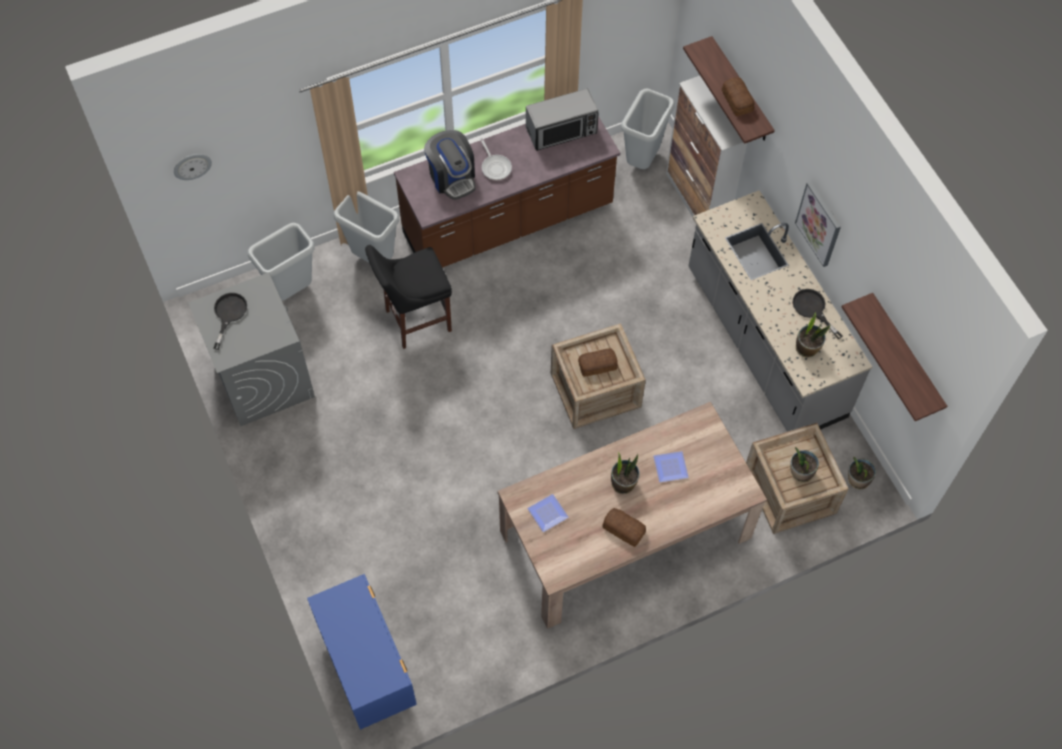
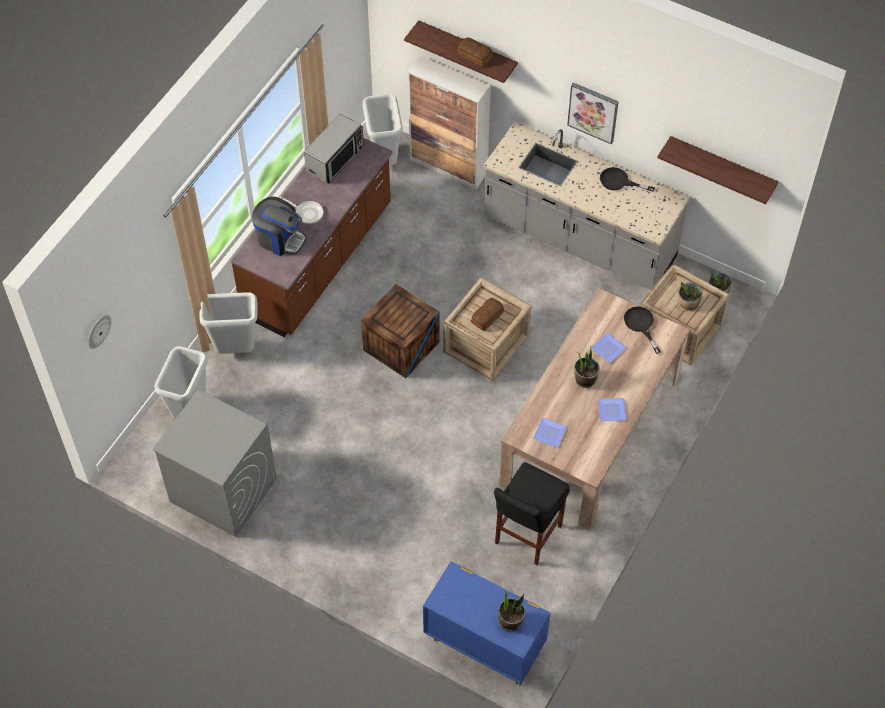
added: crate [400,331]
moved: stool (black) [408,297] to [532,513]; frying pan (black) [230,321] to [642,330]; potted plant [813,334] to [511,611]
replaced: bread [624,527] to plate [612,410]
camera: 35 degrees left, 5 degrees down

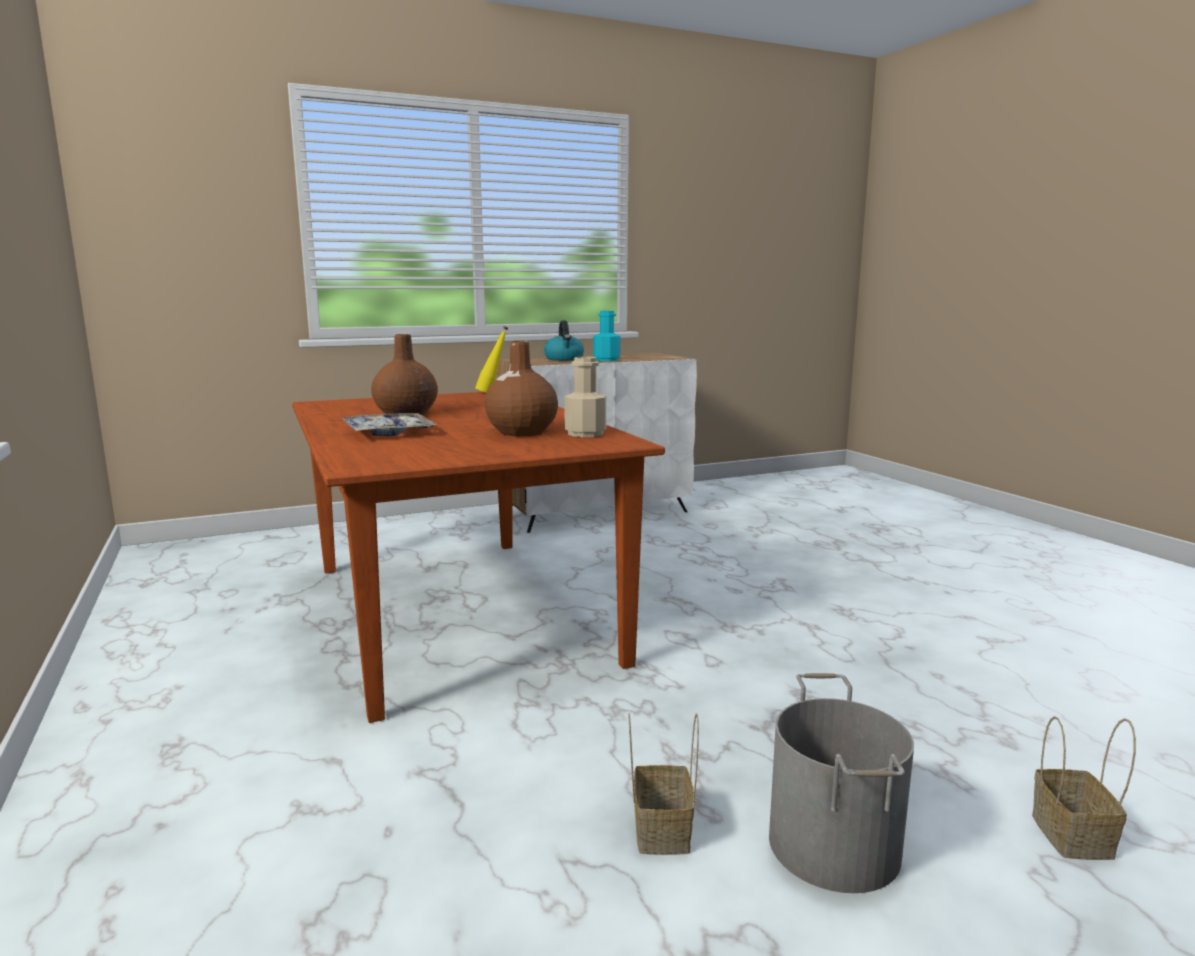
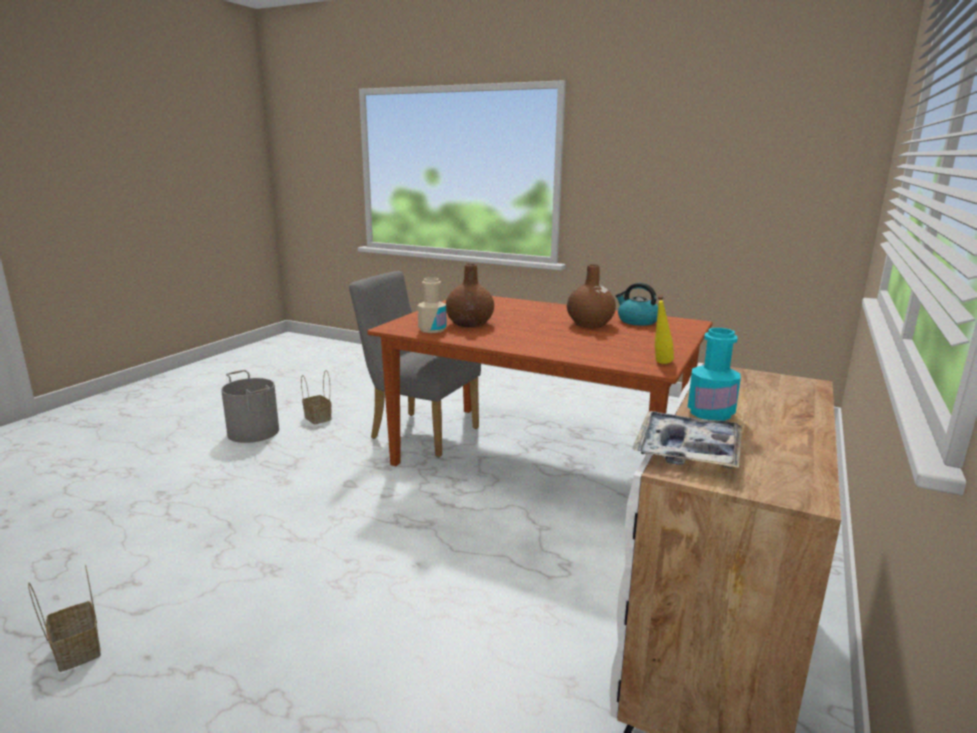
added: chair (grey) [415,364]
moved: kettle [564,340] to [637,304]; tray [389,424] to [687,439]; basket [1084,788] to [64,618]
camera: 140 degrees right, 5 degrees up

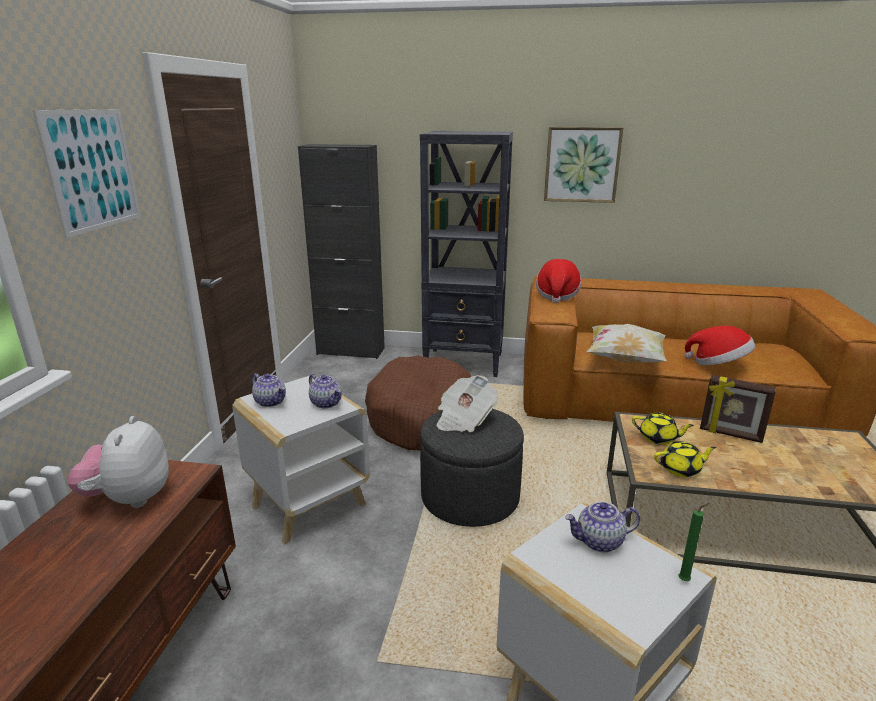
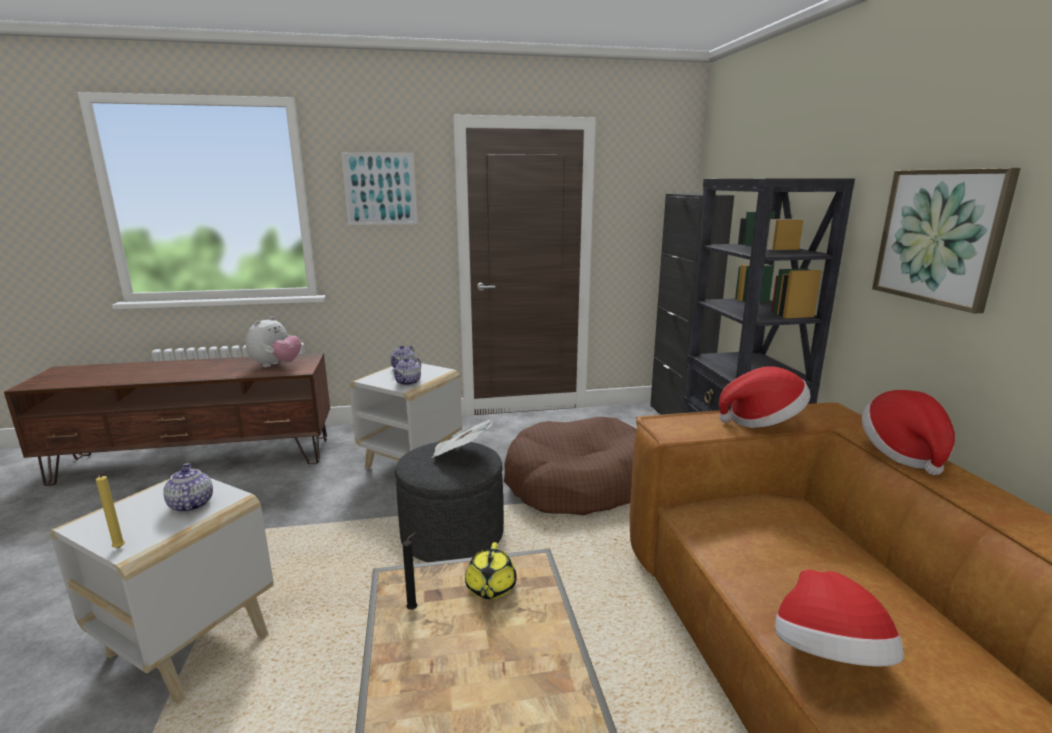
removed: pillow [626,343]; picture frame [738,409]
added: hat [908,432]
replaced: teapot (yellow) [685,459] to candle (black) [410,571]
recoloured: candle (green) [694,542] to candle (yellow) [110,510]
turned: plush toy [118,462] = [273,341] 135 degrees clockwise
camera: 70 degrees right, 5 degrees down

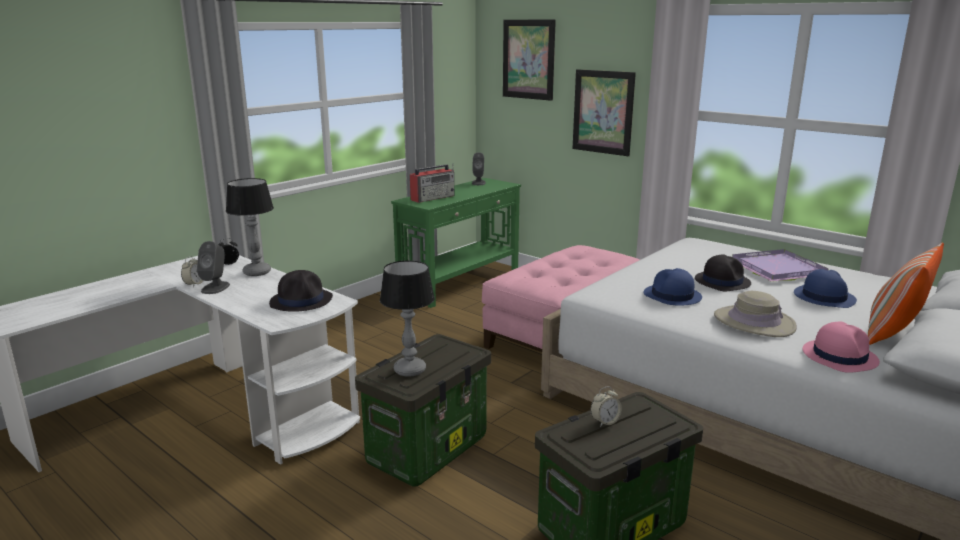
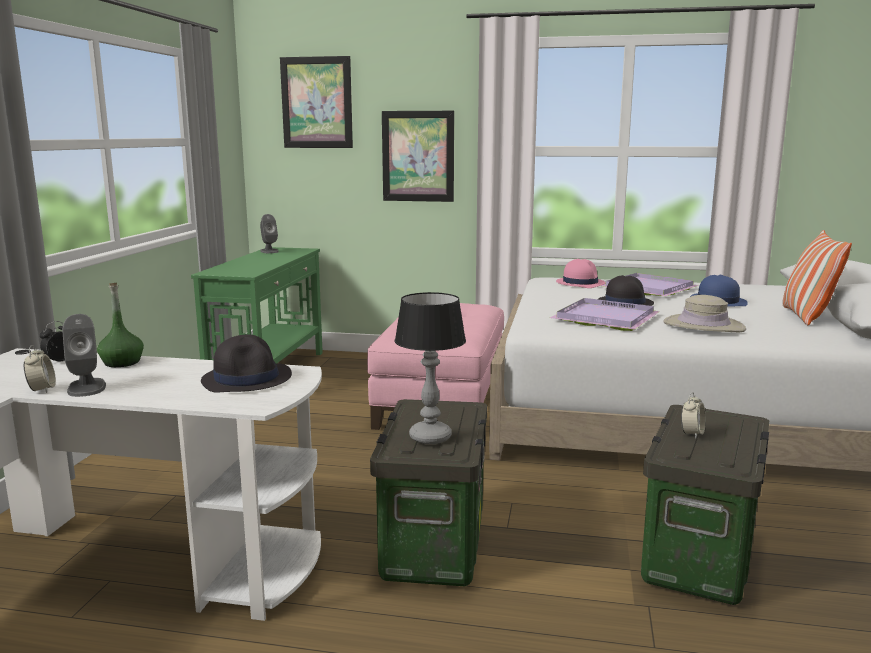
removed: radio [432,183]
moved: hat (pink) [841,347] to [581,273]
replaced: table lamp [250,227] to bottle (green) [120,325]; hat (blue) [673,287] to tray (purple) [605,314]
camera: 30 degrees left, 5 degrees down

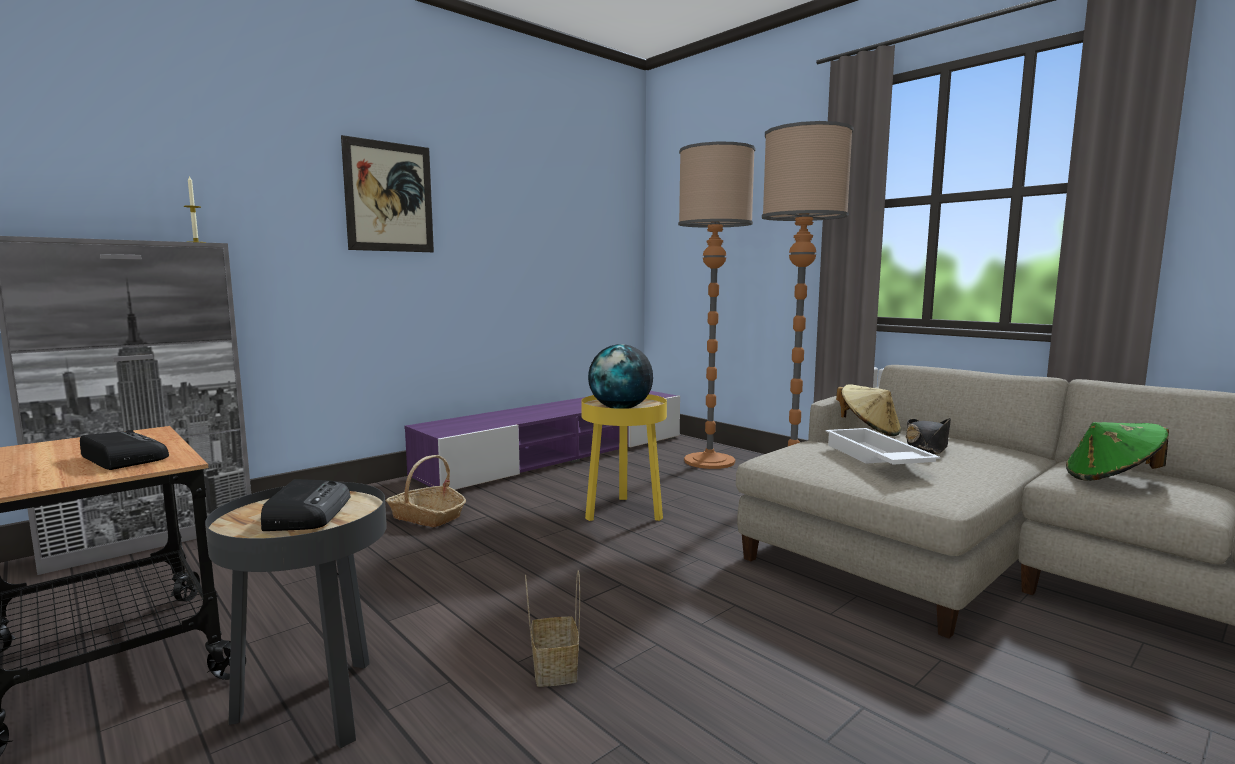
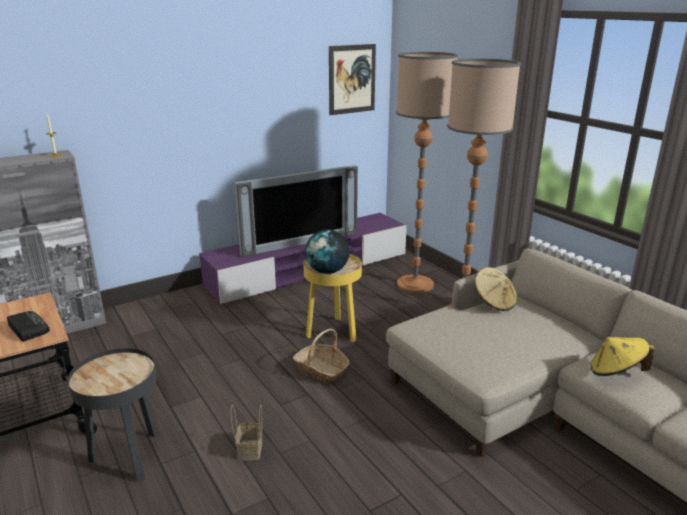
removed: hat (black) [928,436]; tray (white) [883,446]; radio [305,505]
added: television [296,211]
moved: picture [387,193] to [352,79]; basket [426,491] to [321,355]
recoloured: hat (green) [1117,451] to hat (yellow) [622,356]
camera: 10 degrees right, 15 degrees up

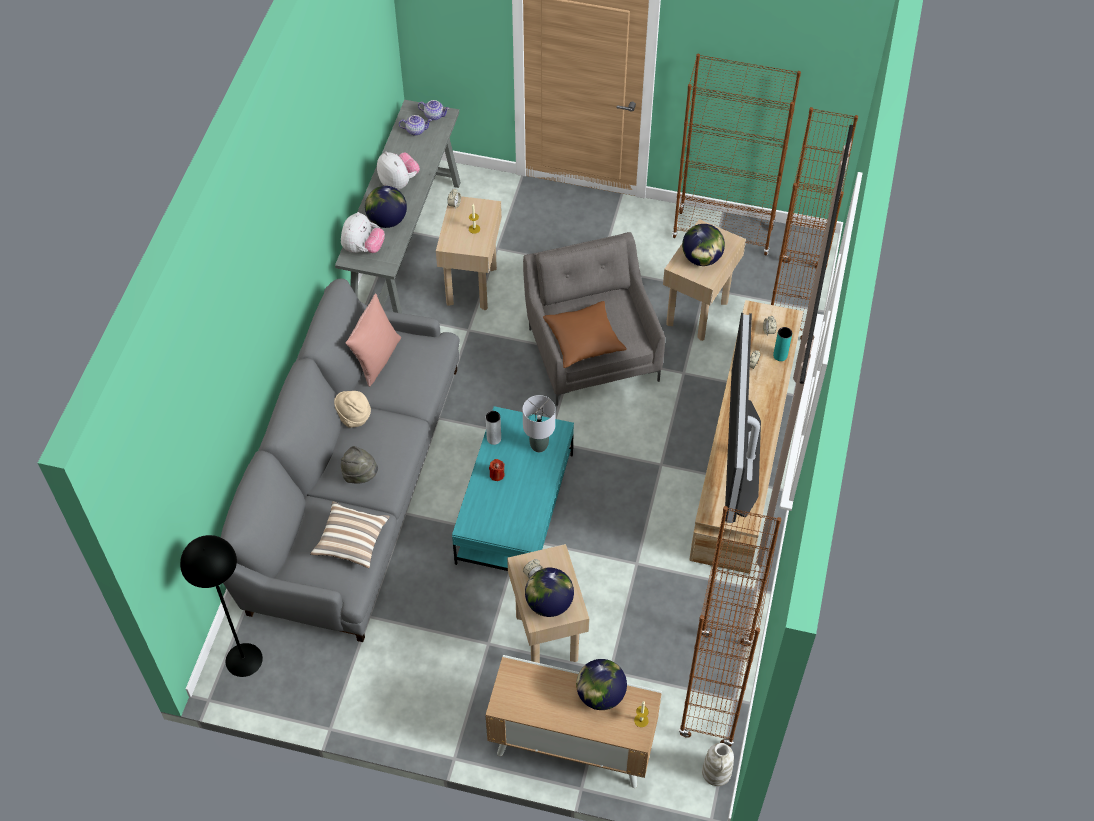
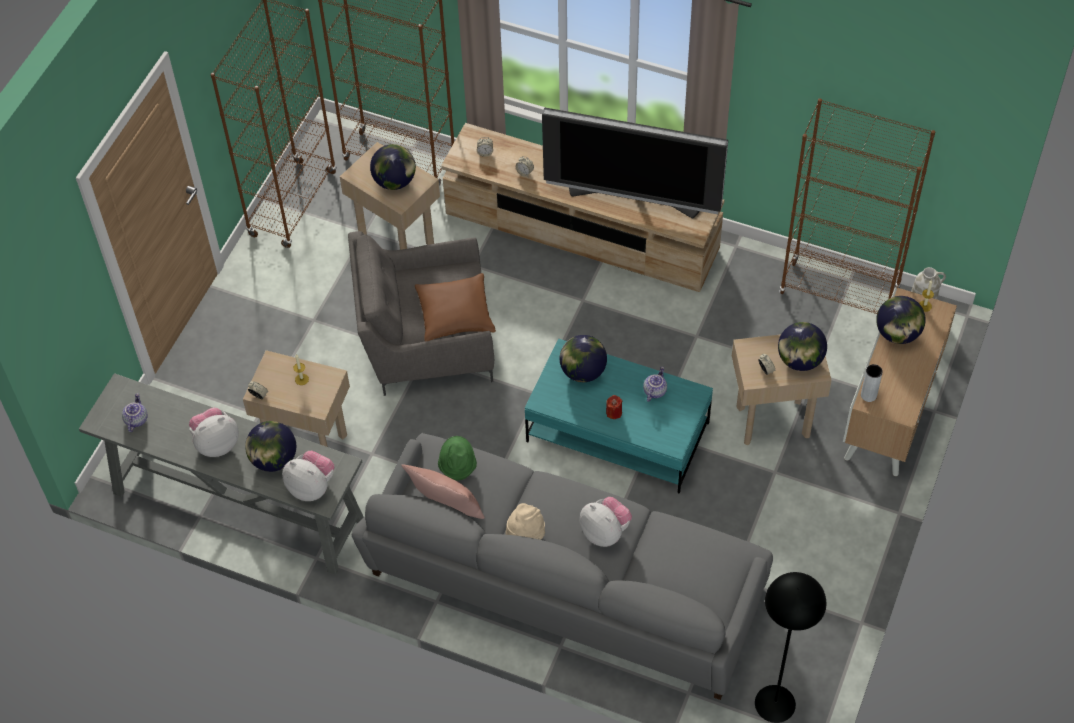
removed: vase (turquoise) [782,344]; pillow [350,534]
added: hat (green) [457,458]
moved: teapot [433,110] to [655,384]; vase (grey) [493,428] to [872,383]
replaced: table lamp (grey) [539,423] to globe [583,358]; hat (grey) [359,465] to plush toy [605,522]
camera: 80 degrees left, 0 degrees up

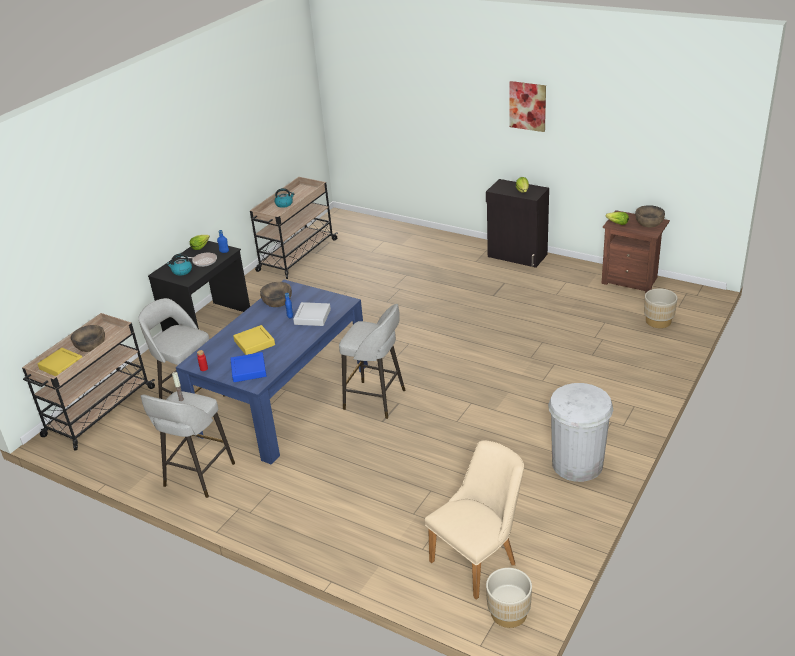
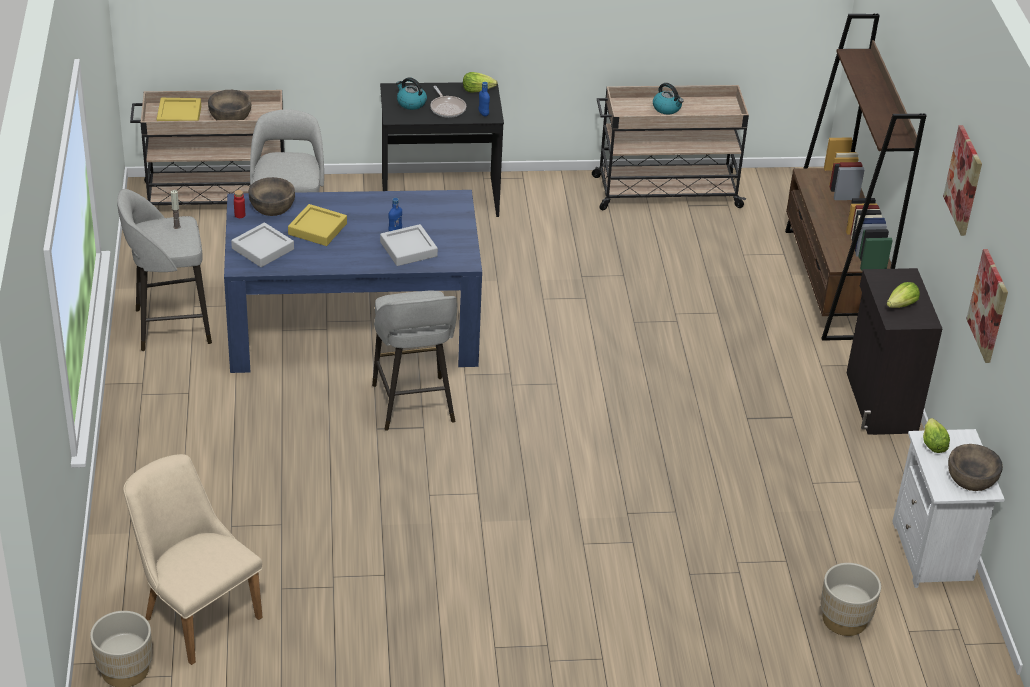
removed: trash can (white) [580,432]
added: bookcase (brown) [856,177]; picture [987,306]
moved: bowl (brown) [276,294] to [272,196]
recoloured: nightstand (brown) [635,251] to nightstand (white) [948,508]; tray (blue) [248,367] to tray (grey) [262,244]
turned: chair (beige) [474,520] = [193,559] 150 degrees counterclockwise
camera: 50 degrees right, 5 degrees up

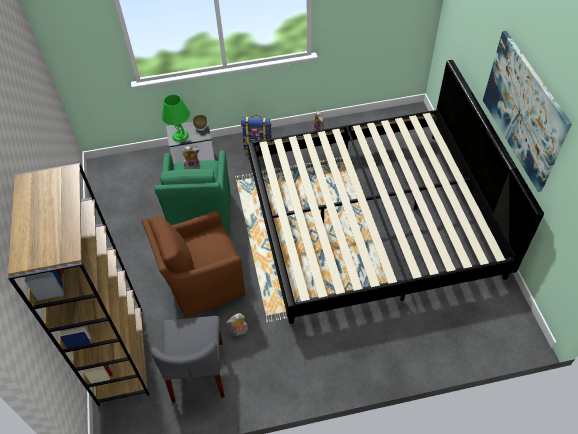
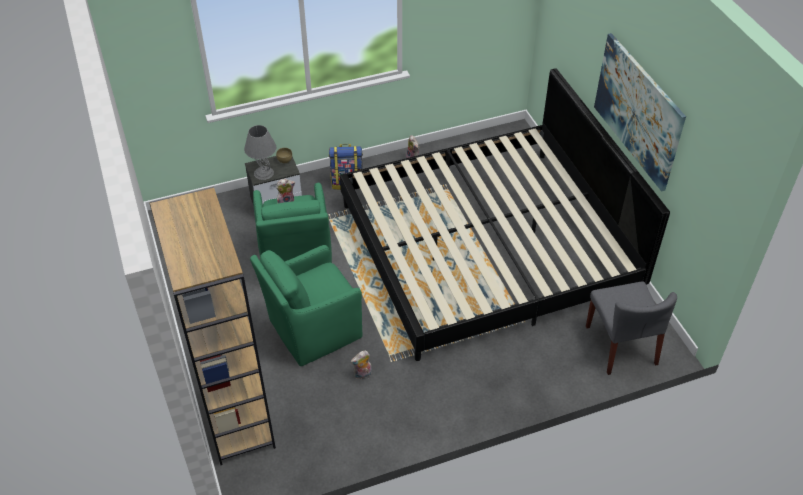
moved: chair (grey) [188,359] to [631,328]
recoloured: table lamp (green) [175,118] to table lamp (grey) [260,152]; armchair (brown) [193,264] to armchair (green) [306,305]
camera: 10 degrees left, 5 degrees down

